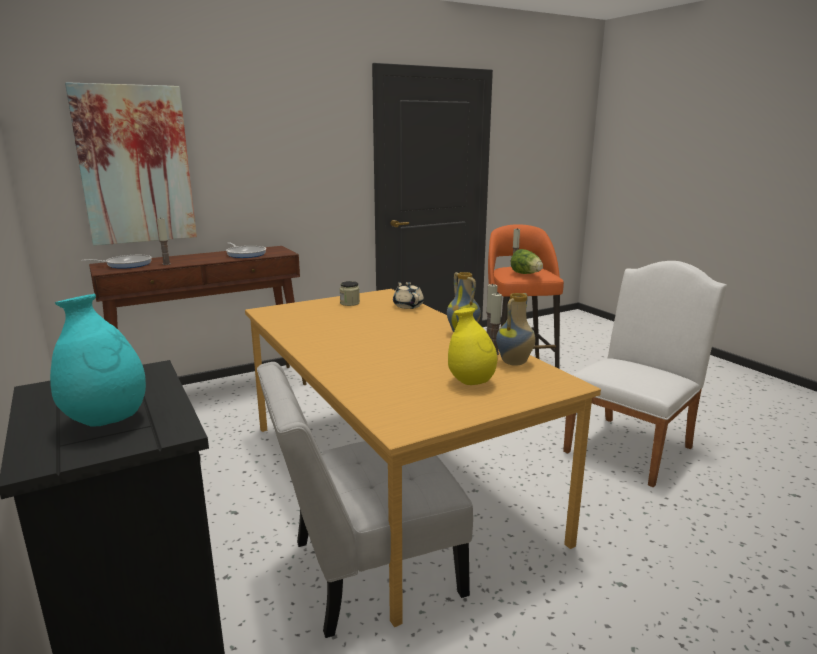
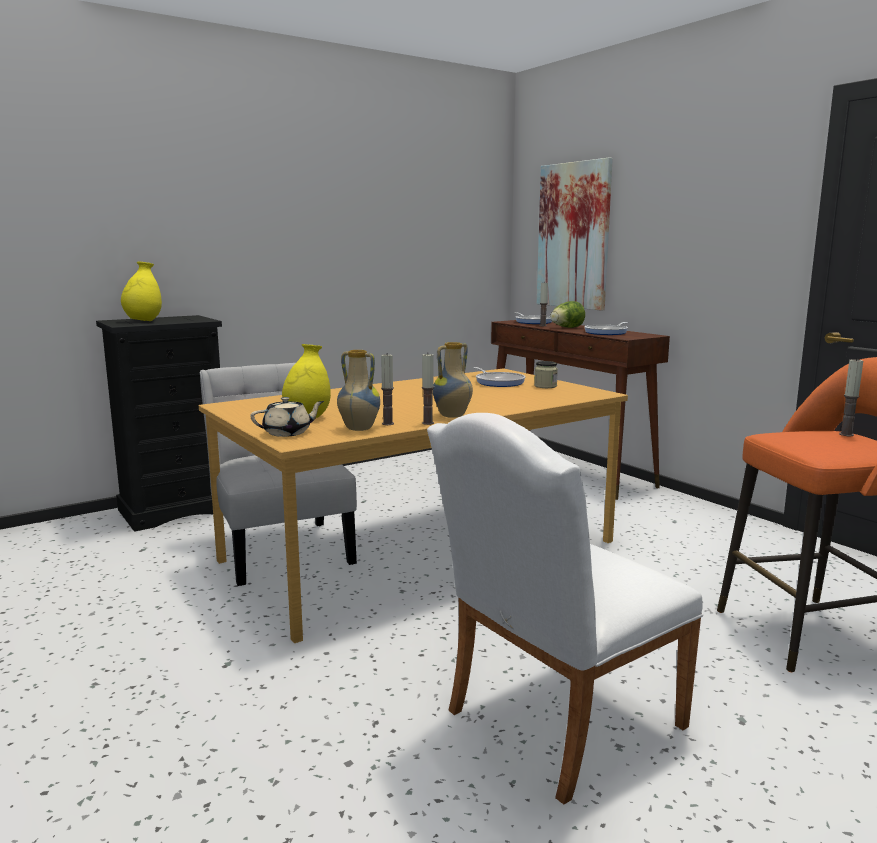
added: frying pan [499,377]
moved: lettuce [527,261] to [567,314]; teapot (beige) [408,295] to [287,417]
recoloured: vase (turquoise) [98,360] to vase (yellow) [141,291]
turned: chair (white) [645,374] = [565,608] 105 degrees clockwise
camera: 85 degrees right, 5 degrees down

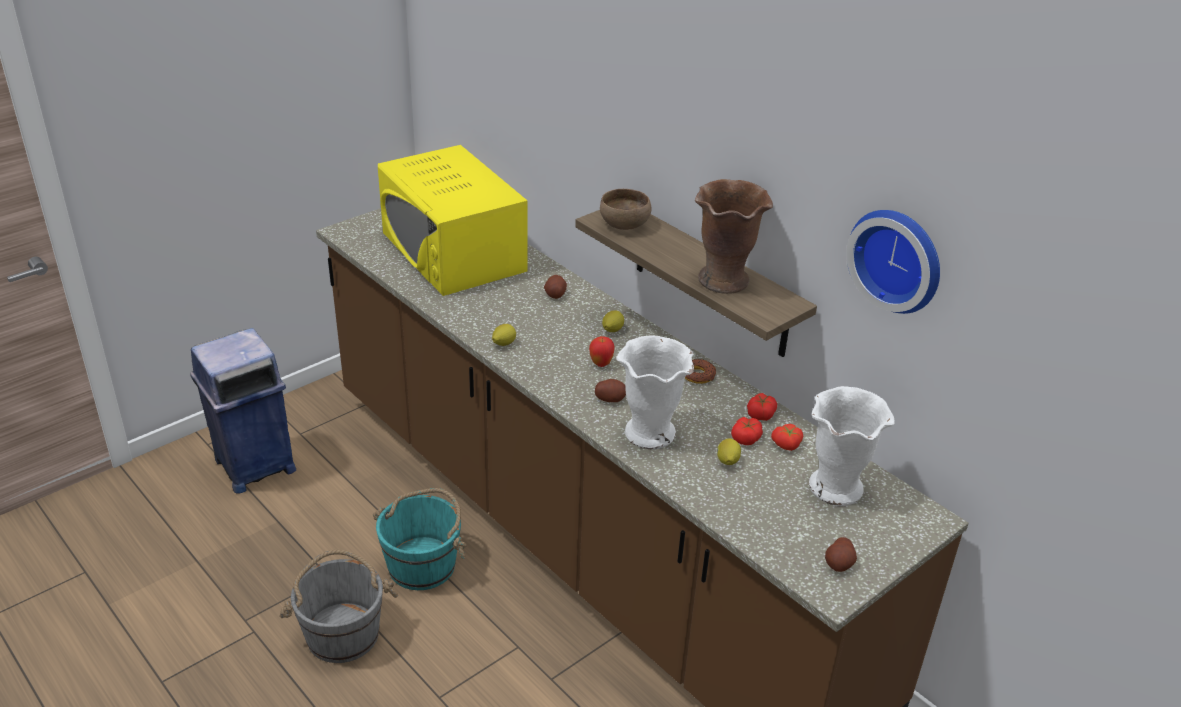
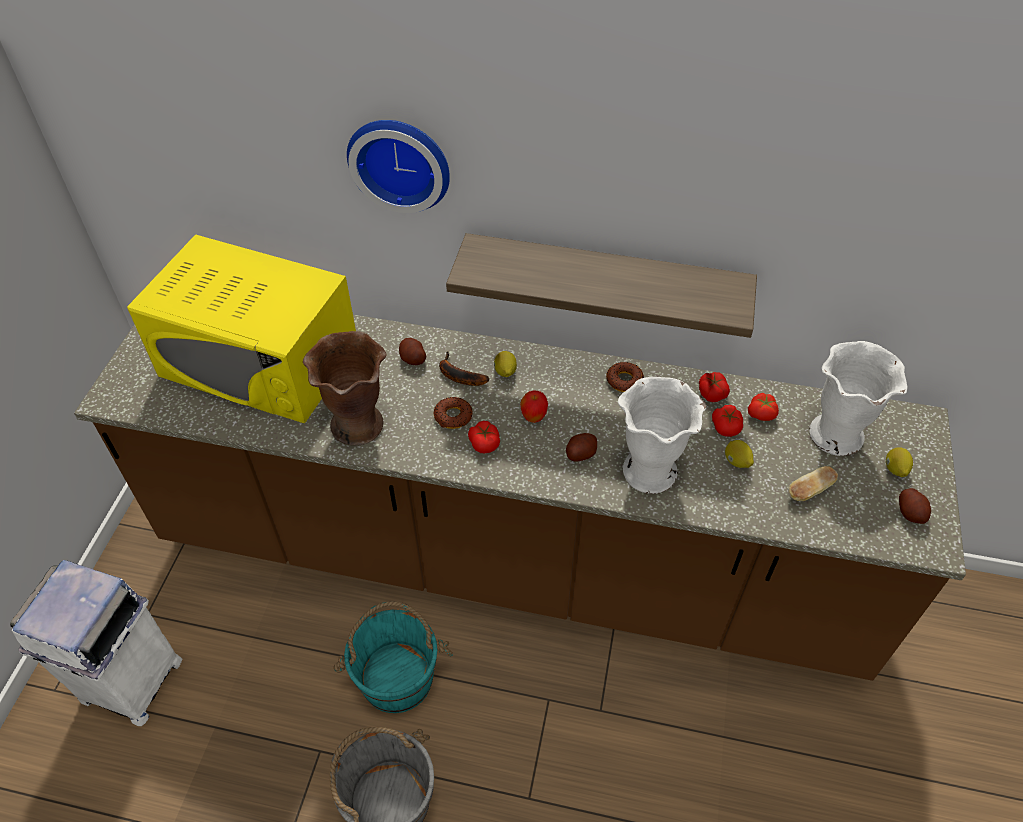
removed: bowl (brown) [626,209]
added: banana [464,368]; donut [453,413]; tomato [484,437]; bread [813,483]
moved: vase (brown) [734,236] to [345,388]; wall clock [893,262] to [398,166]; lemon [504,335] to [899,462]
recoloured: trash can (blue) [243,411] to trash can (white) [96,643]
camera: 35 degrees left, 15 degrees up

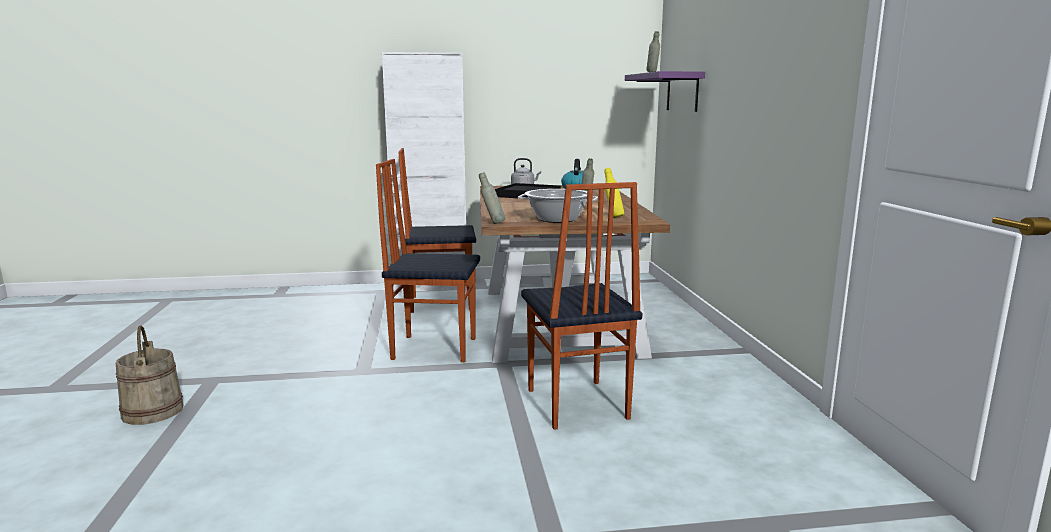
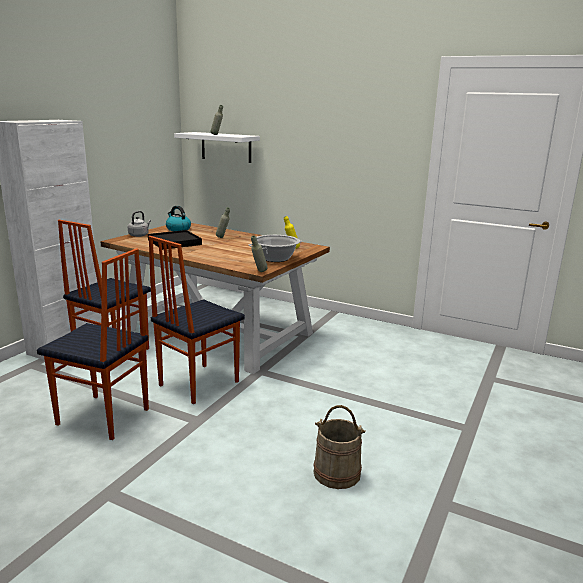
moved: chair [581,306] to [93,344]; bucket (beige) [150,375] to [339,447]
recoloured: shelf (purple) [665,91] to shelf (white) [217,147]
camera: 55 degrees left, 5 degrees up

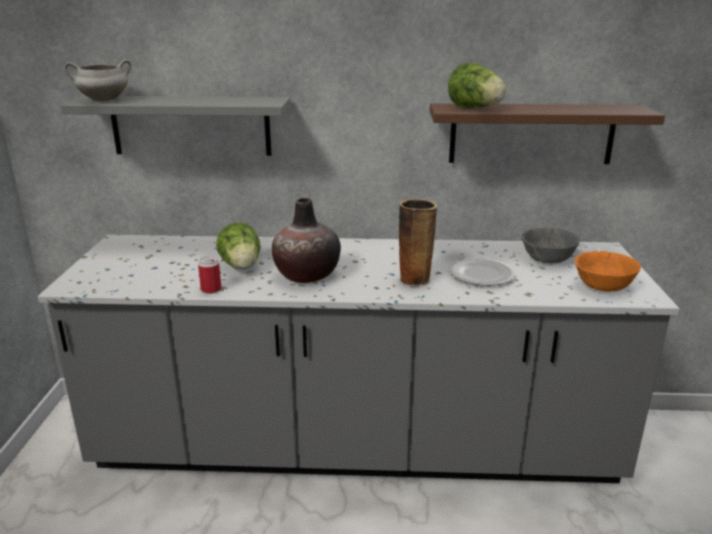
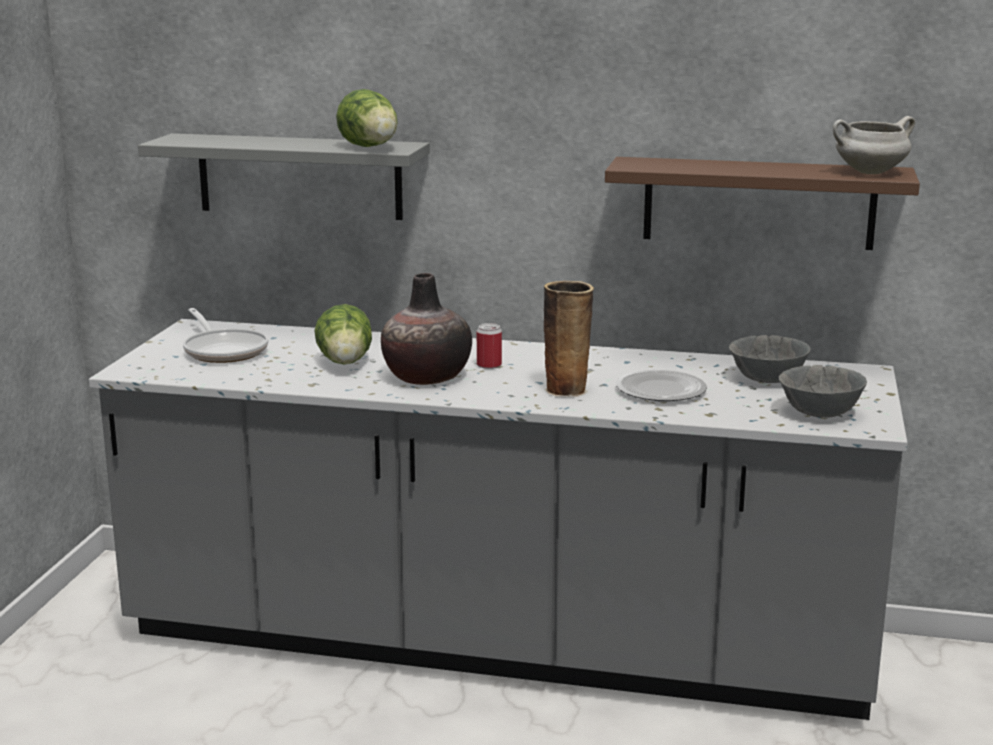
added: frying pan [225,335]
moved: cooking pot (white) [97,80] to [874,145]; lettuce [477,85] to [367,118]; can [210,275] to [489,346]
recoloured: bowl (orange) [607,271] to bowl (grey) [823,391]
camera: 10 degrees right, 5 degrees down

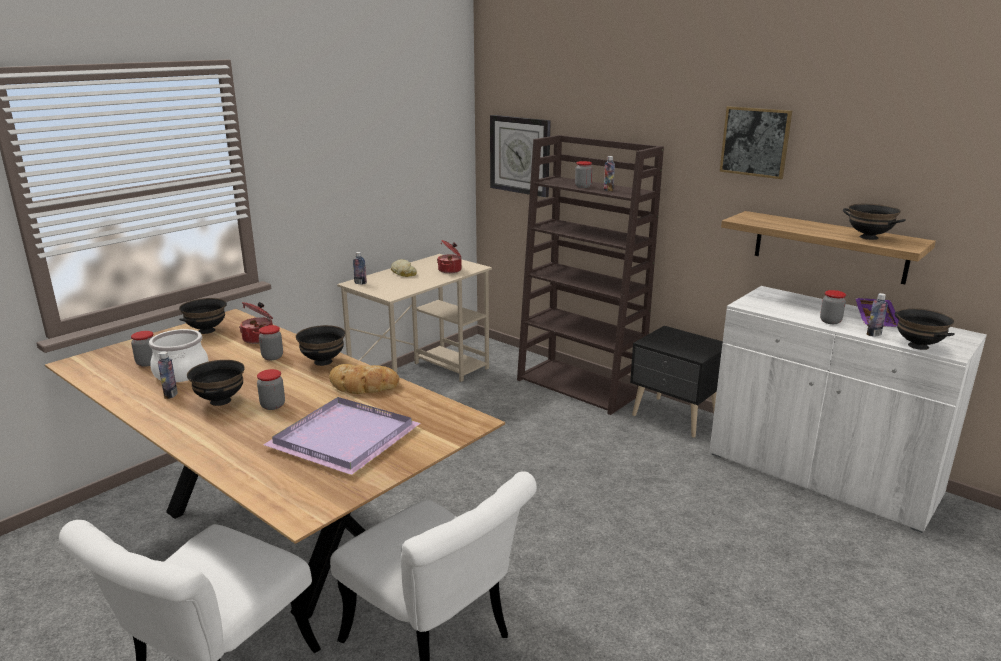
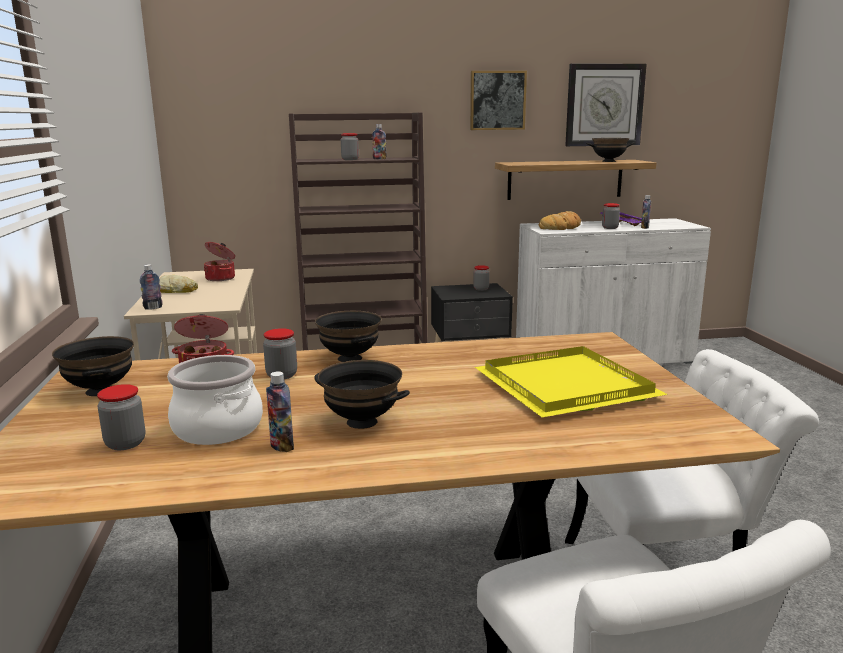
removed: bowl (black) [925,329]
moved: wall clock [520,156] to [606,105]; bread [364,379] to [560,220]; jar [271,389] to [481,278]
recoloured: tray (purple) [342,436] to tray (yellow) [571,382]
camera: 50 degrees left, 5 degrees down

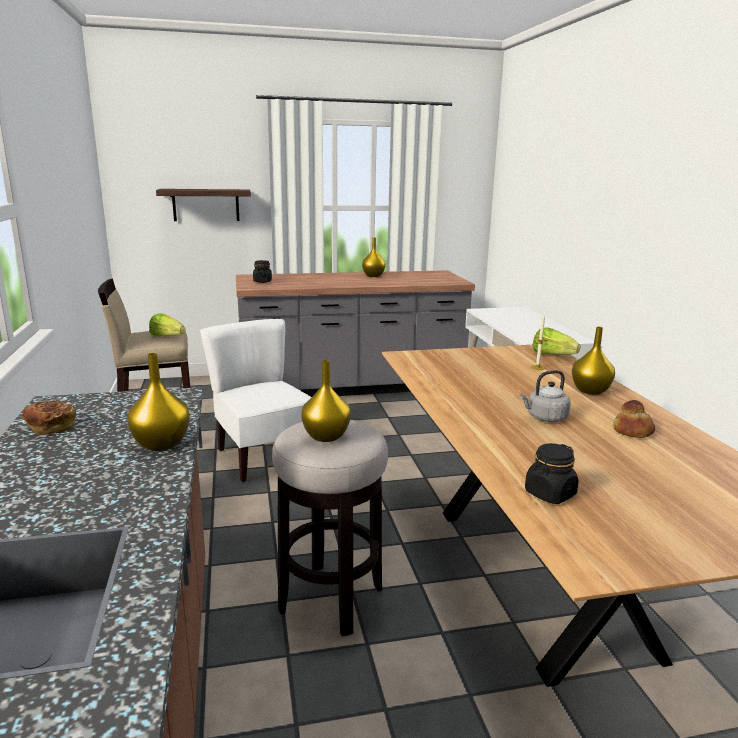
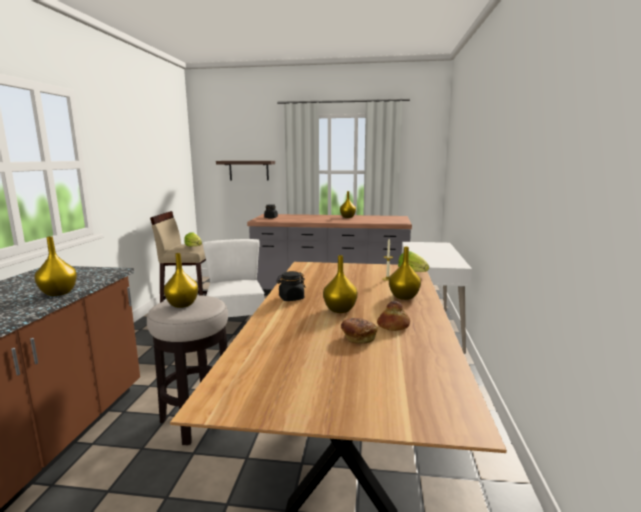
moved: bread [49,418] to [359,330]; jar (black) [552,473] to [291,286]
replaced: kettle (grey) [545,396] to vase (yellow) [340,284]
camera: 20 degrees right, 5 degrees down

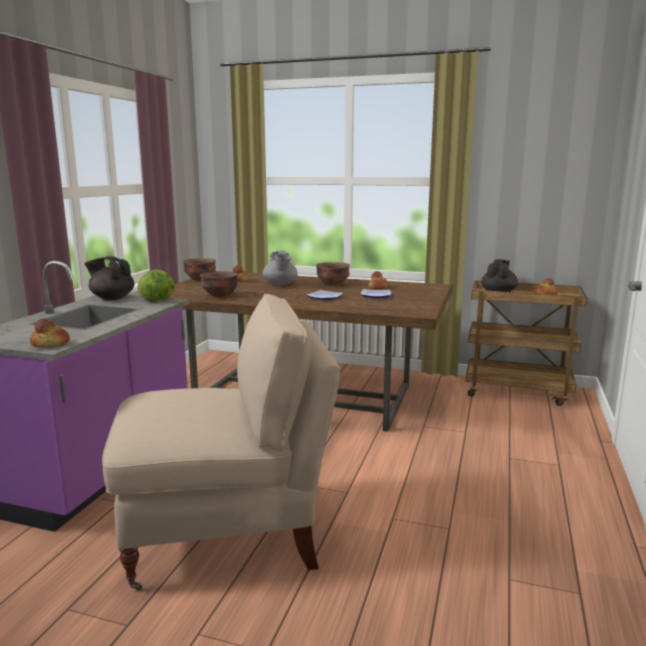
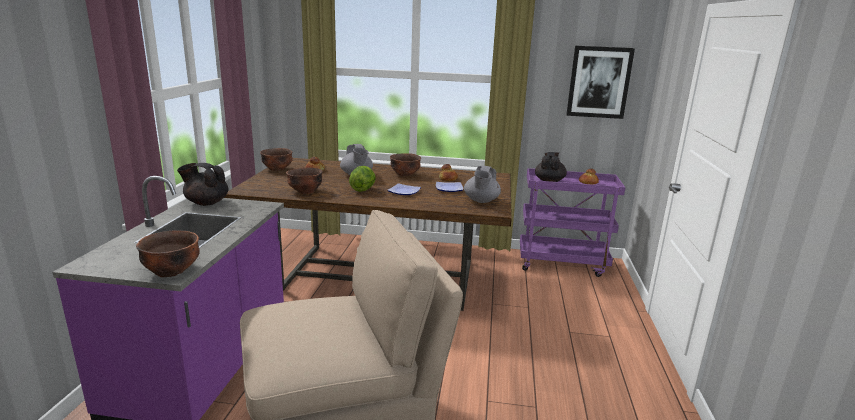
added: picture [600,82]; teapot (grey) [482,184]
moved: lettuce [156,286] to [362,179]
replaced: bread [50,333] to bowl (brown) [168,254]
recoloured: cart (brown) [526,343] to cart (purple) [573,222]
camera: 10 degrees left, 5 degrees up

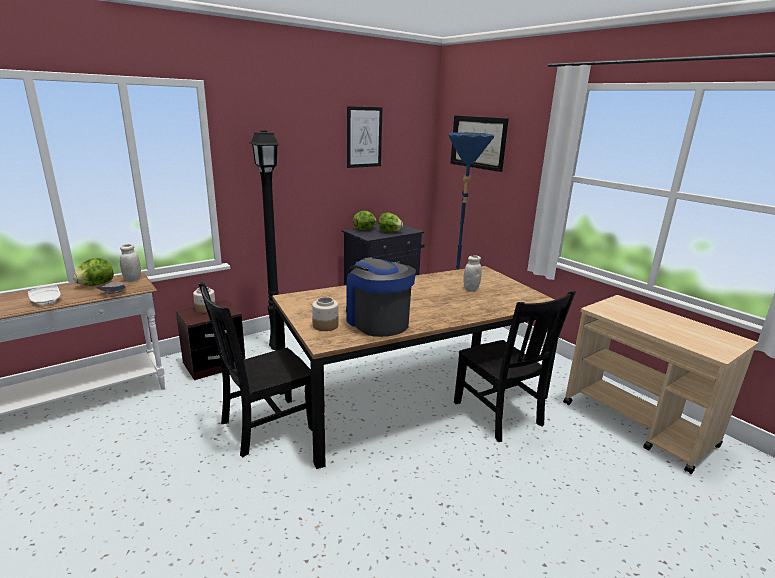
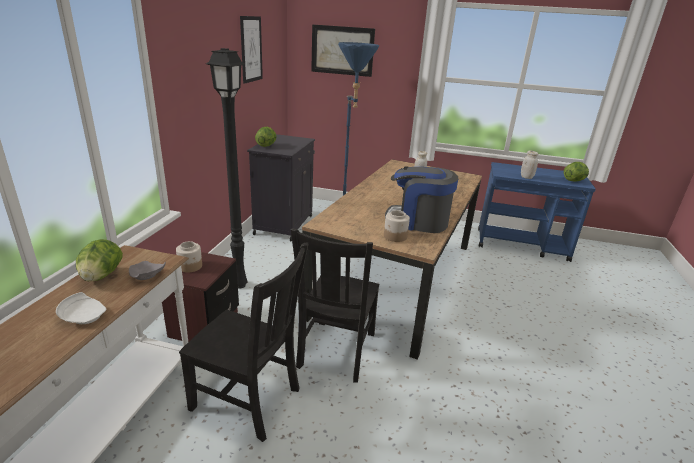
moved: lettuce [391,222] to [576,171]; jar (white) [130,263] to [529,165]; chair (black) [515,366] to [244,342]
recoloured: cart (beige) [660,384] to cart (blue) [537,212]
camera: 40 degrees left, 5 degrees up

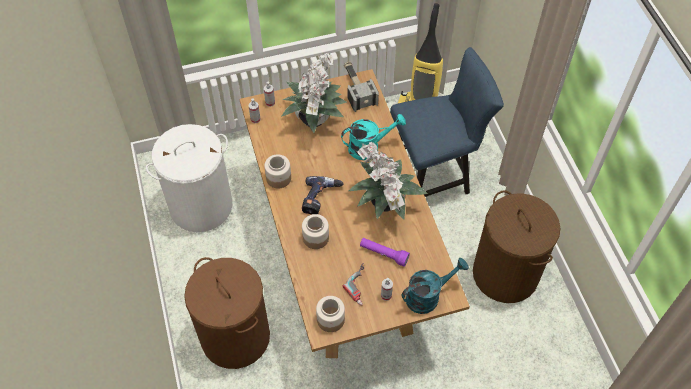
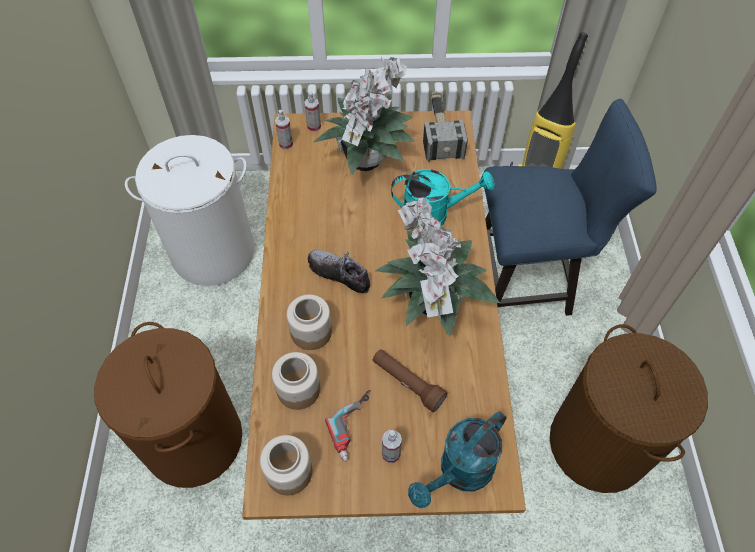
moved: jar [277,171] to [296,381]
replaced: power drill [323,195] to shoe [339,272]
recoloured: flashlight (purple) [385,252] to flashlight (brown) [410,380]
turned: watering can (turquoise) [435,286] = [457,459] 150 degrees clockwise
camera: 15 degrees right, 0 degrees up

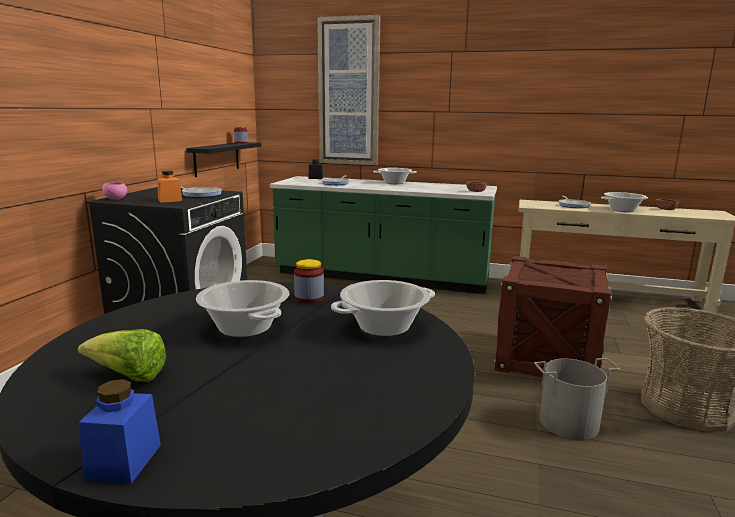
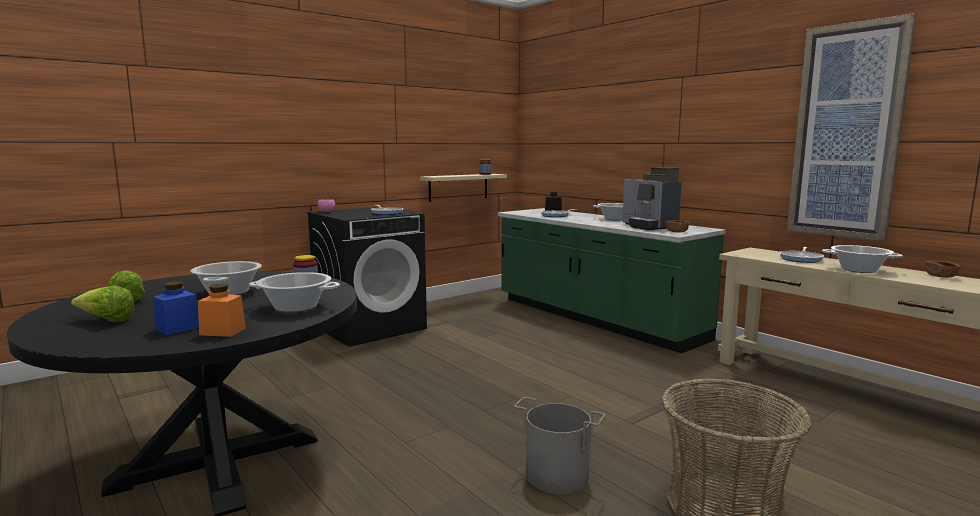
removed: crate [553,317]
added: coffee machine [652,198]; lettuce [103,303]
moved: picture [348,90] to [852,127]; jar (orange) [169,187] to [222,310]; jar (blue) [119,431] to [176,308]
recoloured: shelf (black) [223,159] to shelf (beige) [463,188]
camera: 35 degrees right, 5 degrees down

